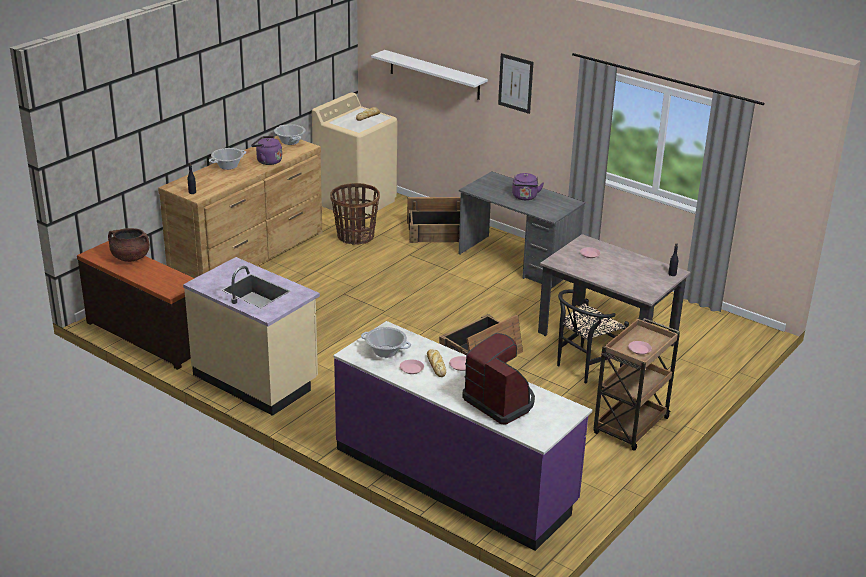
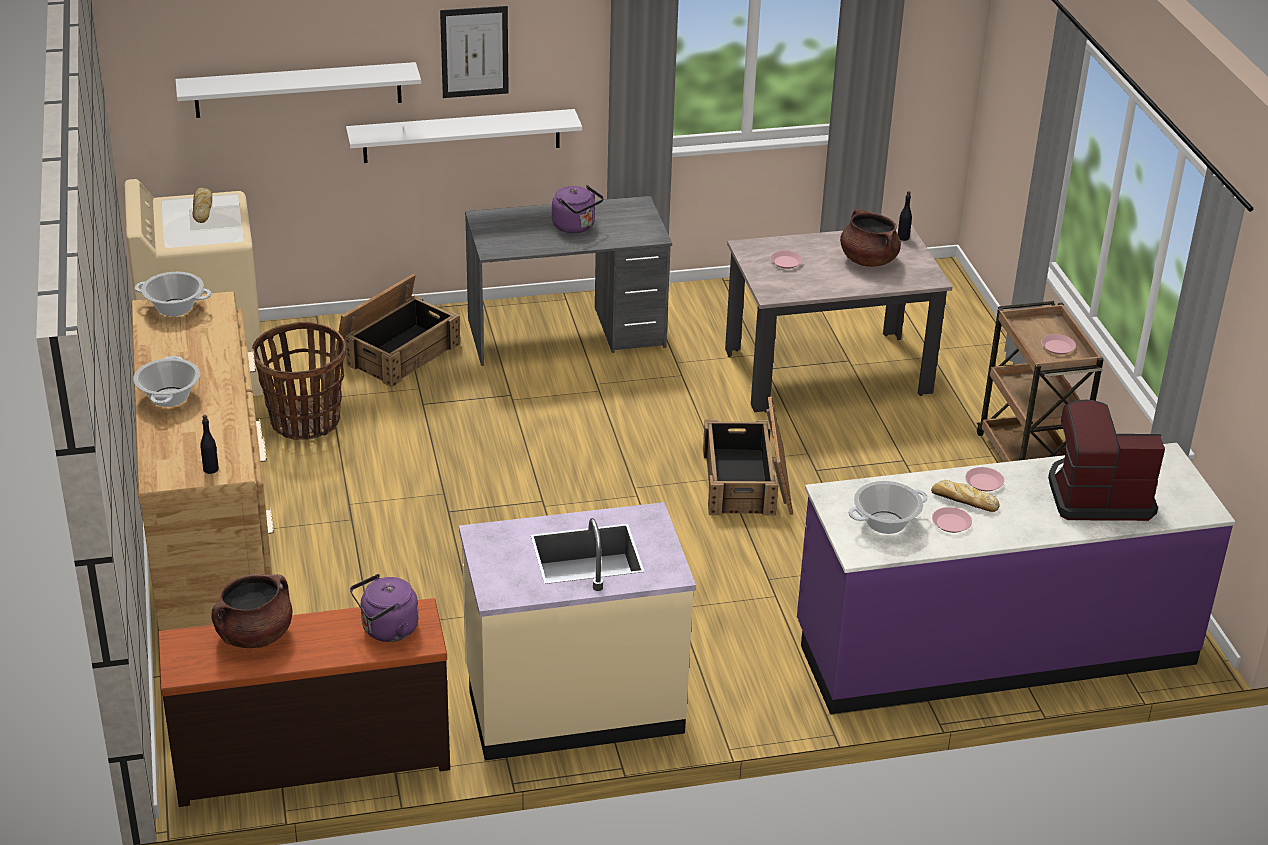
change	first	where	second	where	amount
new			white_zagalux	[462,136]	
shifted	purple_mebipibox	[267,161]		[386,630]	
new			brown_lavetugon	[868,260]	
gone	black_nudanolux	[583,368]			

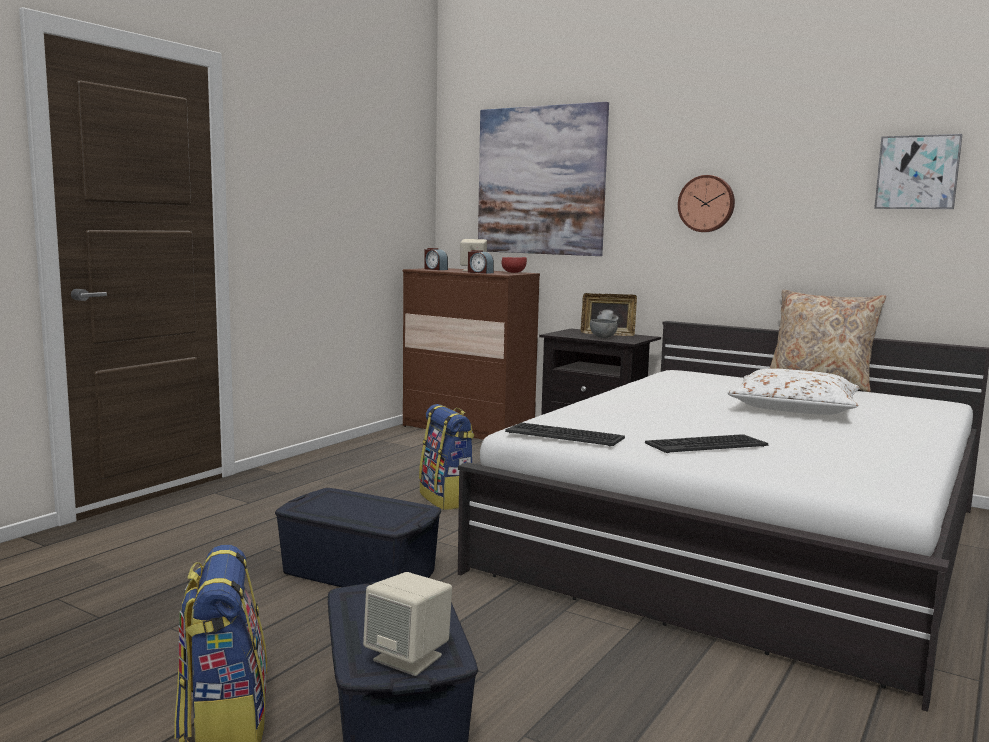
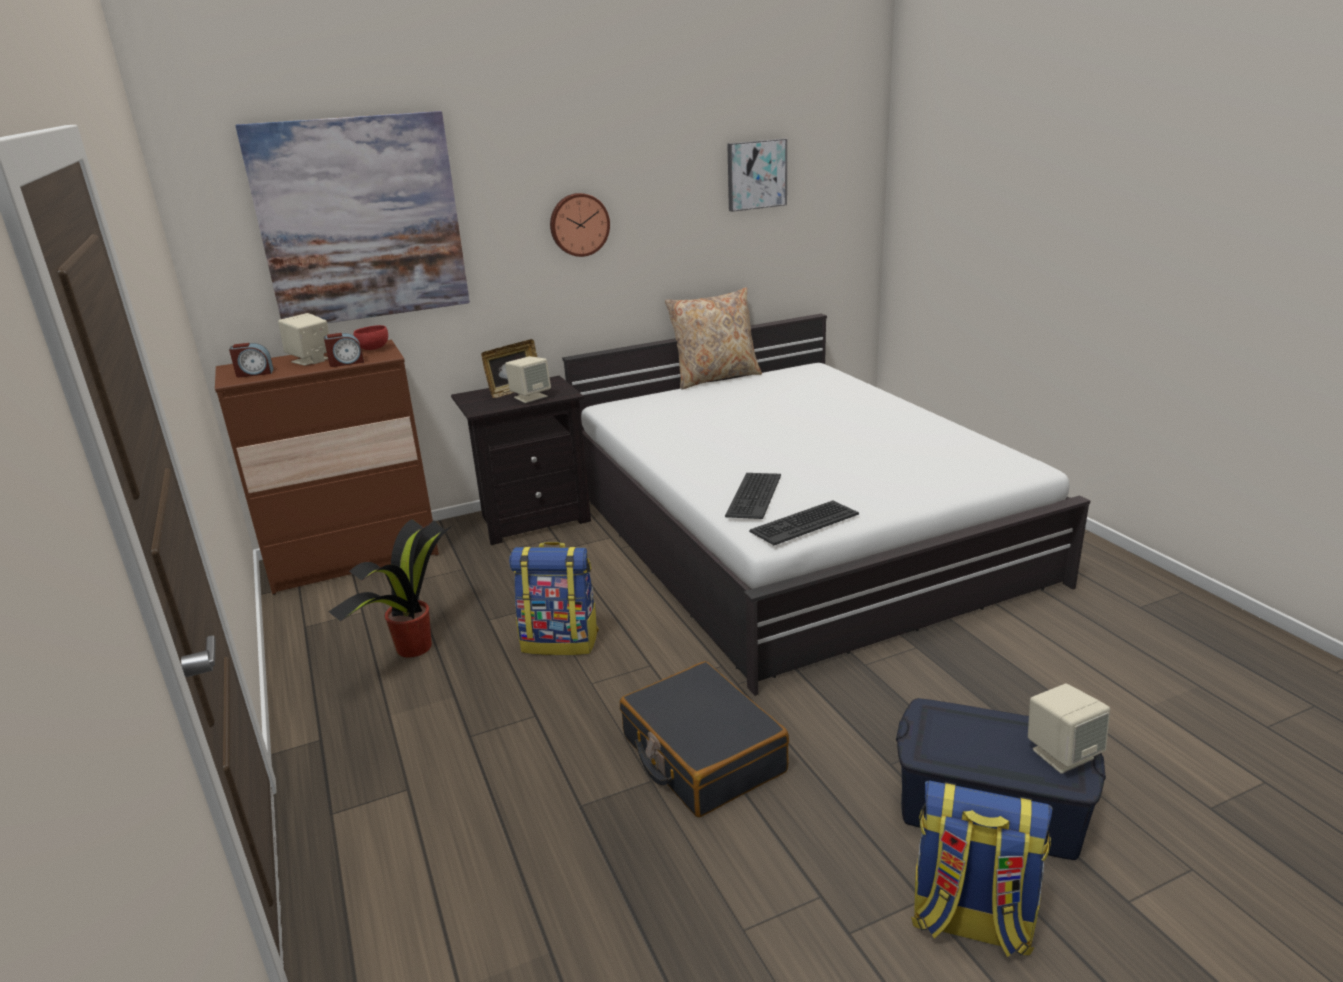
change	first	where	second	where	amount
new			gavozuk	[412,648]	
swapped	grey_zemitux	[603,337]	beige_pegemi	[530,397]	
swapped	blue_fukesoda	[359,572]	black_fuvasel	[702,754]	
shifted	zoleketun	[705,445]		[753,496]	
gone	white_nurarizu	[794,408]			

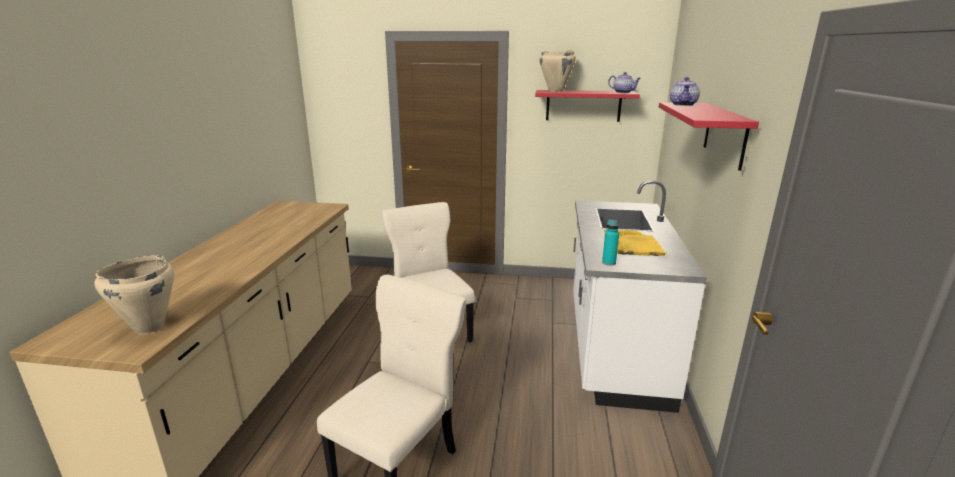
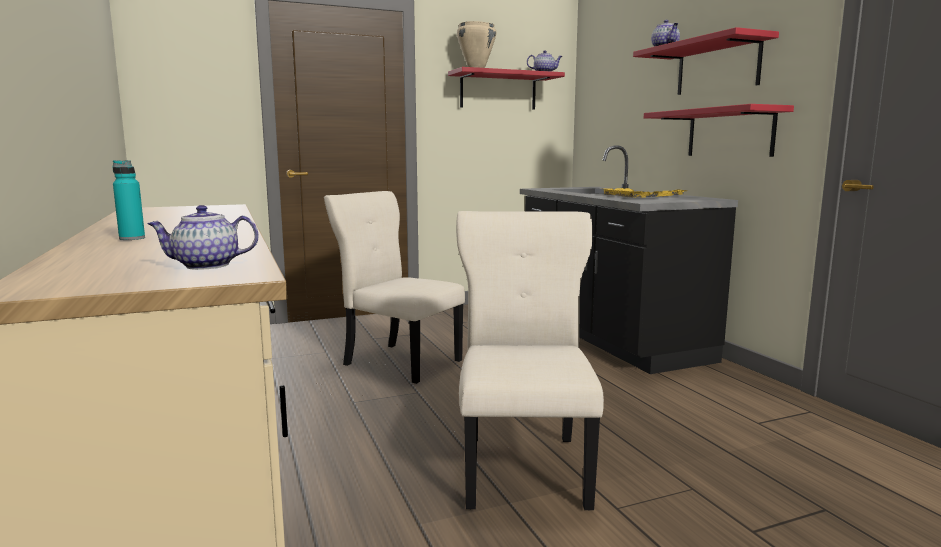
change	first	where	second	where	amount
shifted	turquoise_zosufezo	[608,263]		[132,238]	
swapped	beige_lavetugon	[148,327]	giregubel	[205,266]	
repainted	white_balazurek	[613,347]	black_balazurek	[608,336]	
new			red_zagalux	[730,133]	

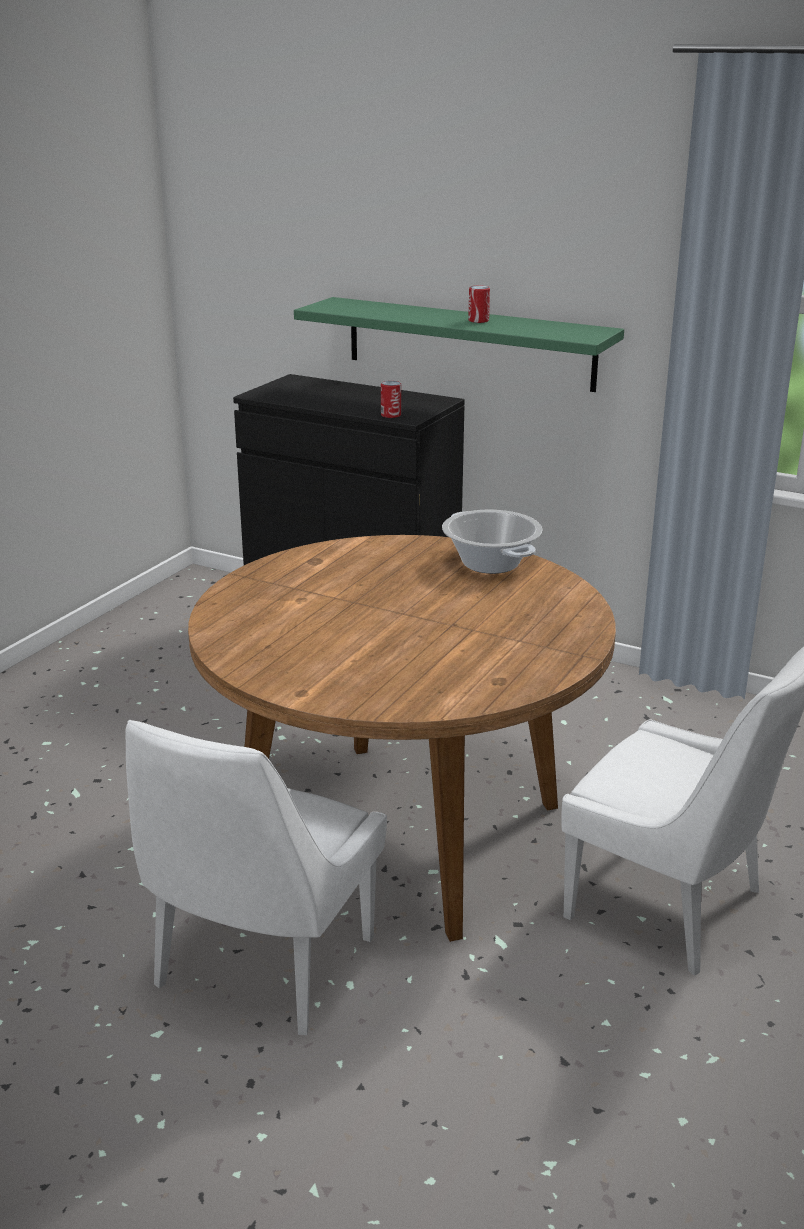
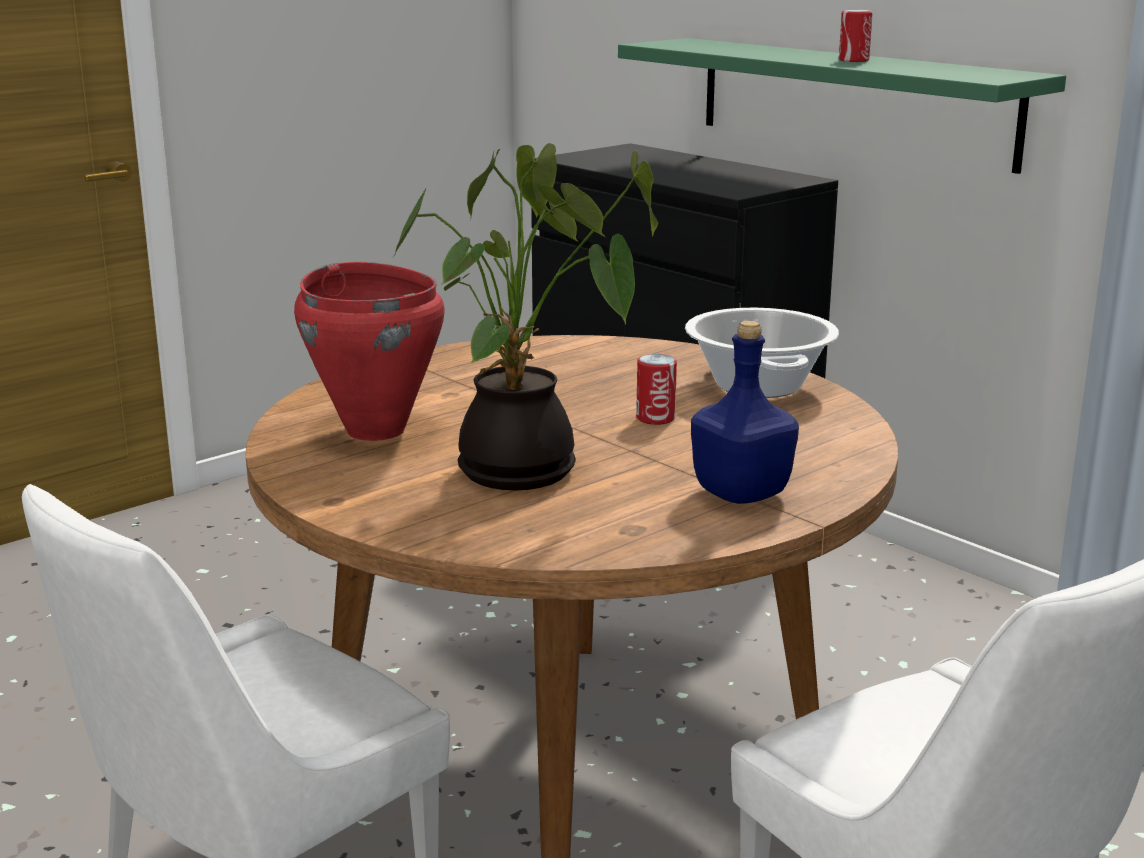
change	first	where	second	where	amount
new			red_lavetugon	[376,430]	
new			gavozuk	[526,474]	
shifted	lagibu	[391,415]		[655,418]	
new			blue_zosufezo	[740,494]	

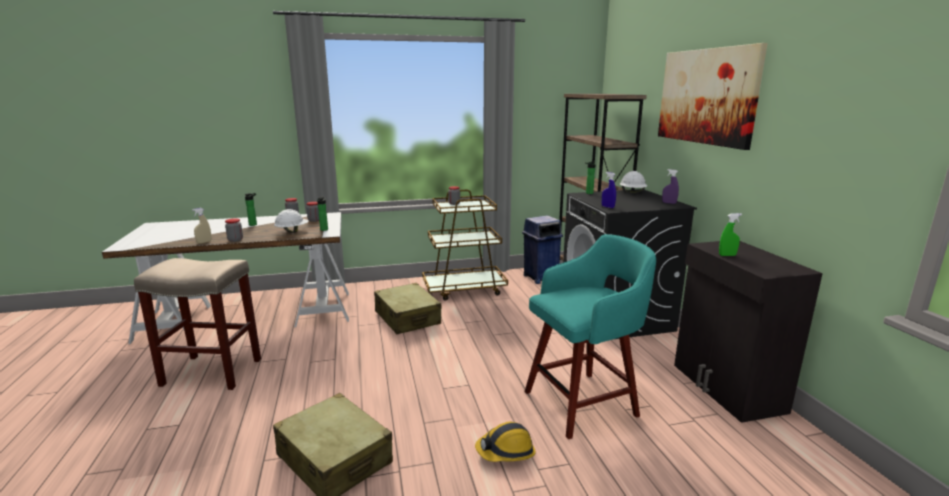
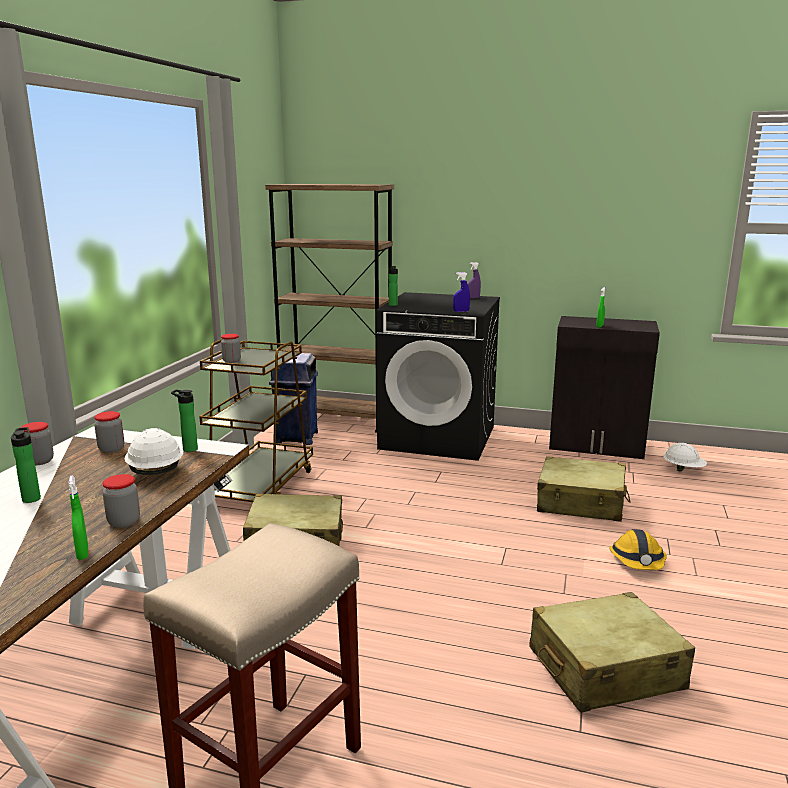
change	first	where	second	where	amount
repainted	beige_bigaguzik	[204,242]	green_bigaguzik	[82,553]	
swapped	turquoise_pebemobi	[583,403]	beige_fuvasel	[581,503]	
shifted	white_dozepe	[632,193]		[683,469]	
gone	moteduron	[706,96]			

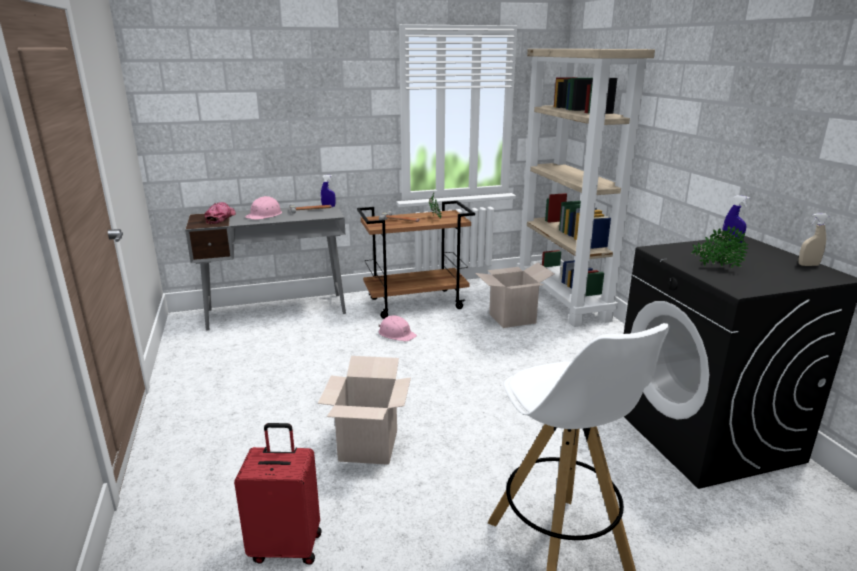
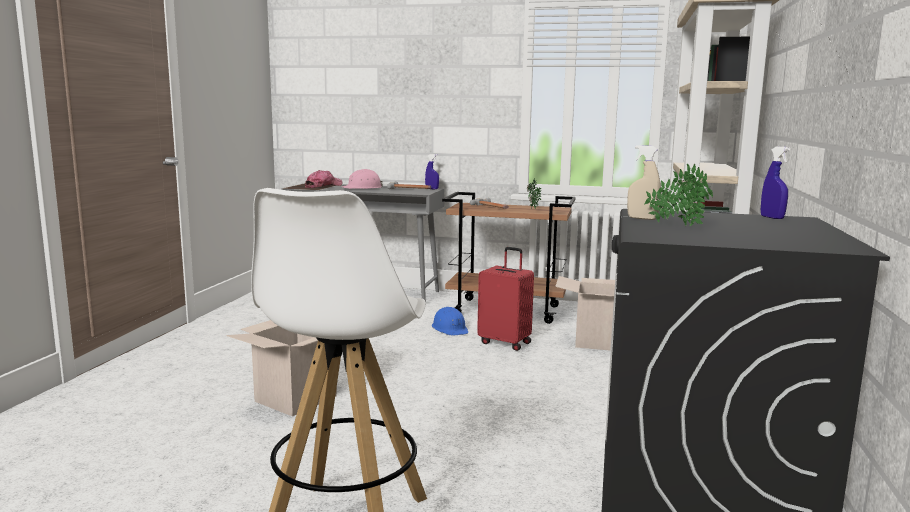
change	first	where	second	where	amount
repainted	pink_dozepe	[396,334]	blue_dozepe	[450,329]	
shifted	red_fuvasel	[287,546]		[505,342]	
shifted	beige_bigaguzik	[808,265]		[642,218]	

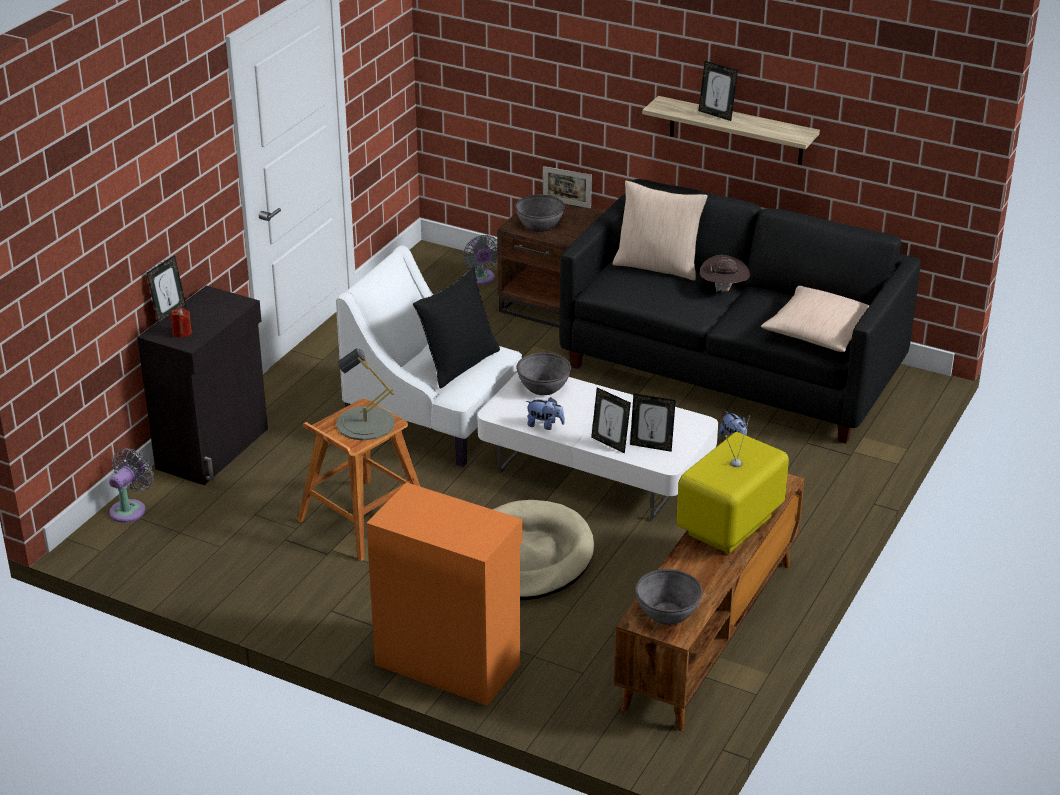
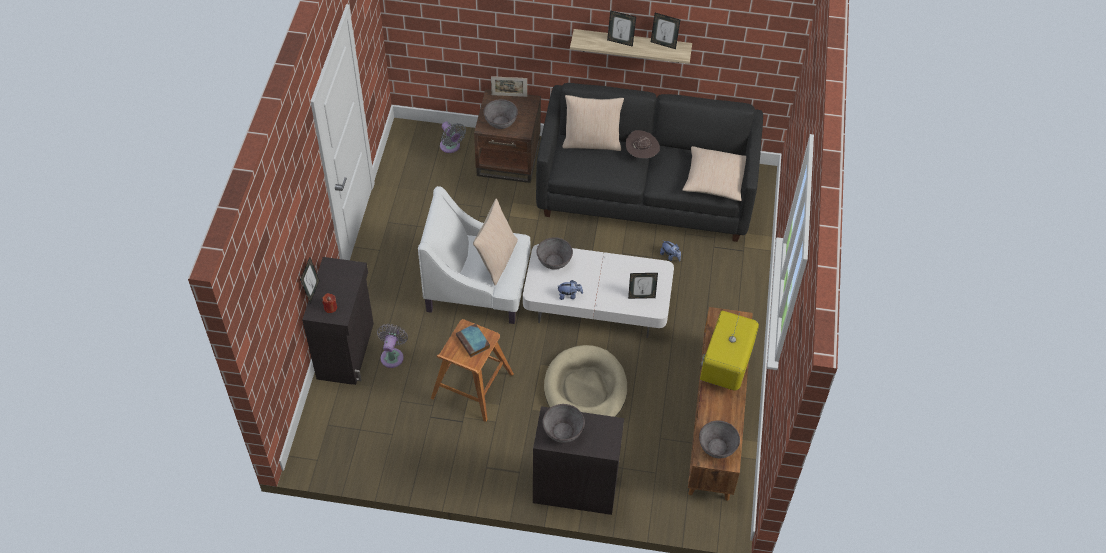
change	first	where	second	where	amount
shifted	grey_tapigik	[130,509]		[392,355]	
swapped	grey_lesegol	[365,423]	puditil	[473,342]	
repainted	black_nurarizu	[458,364]	beige_nurarizu	[496,259]	
repainted	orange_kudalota	[448,662]	black_kudalota	[574,488]	
new			grey_zemitux	[563,431]	
shifted	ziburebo	[610,443]		[663,44]	

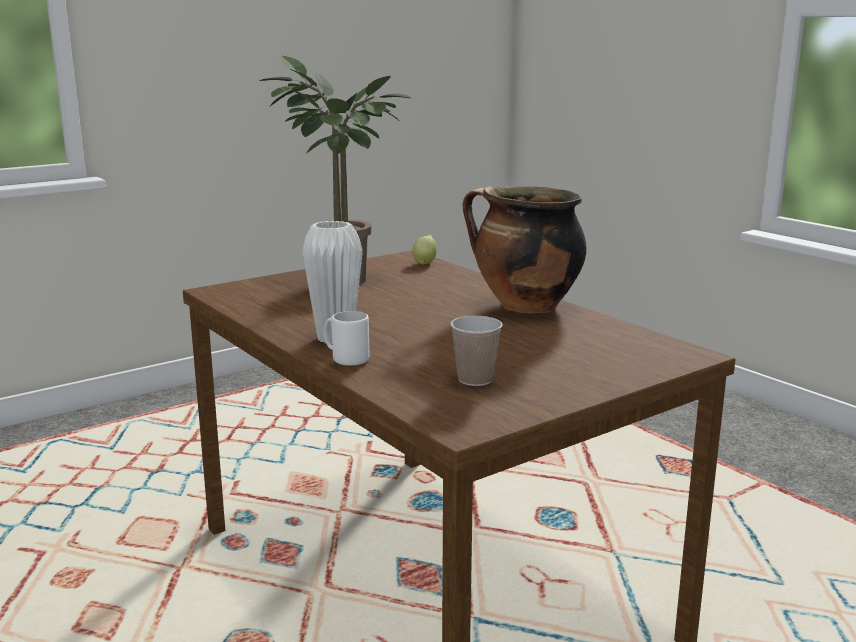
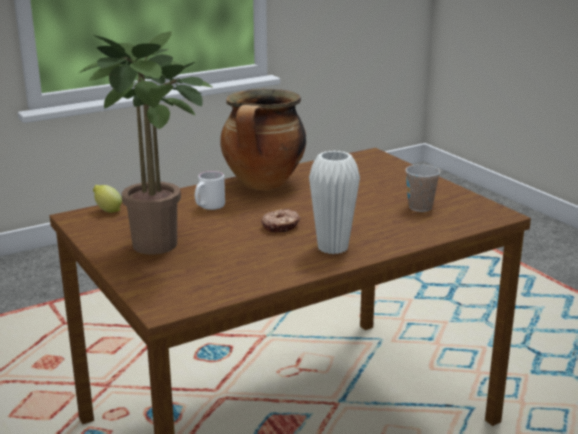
change	first	where	second	where	amount
shifted	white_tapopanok	[345,359]		[209,207]	
new			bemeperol	[281,227]	

